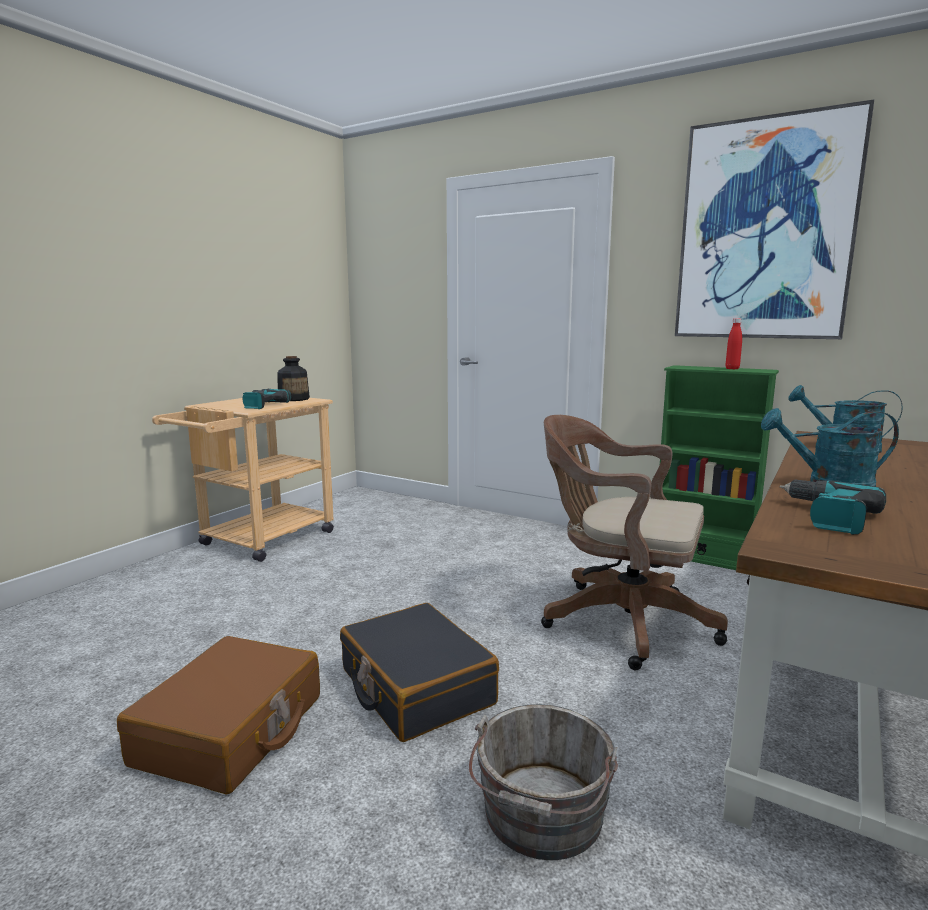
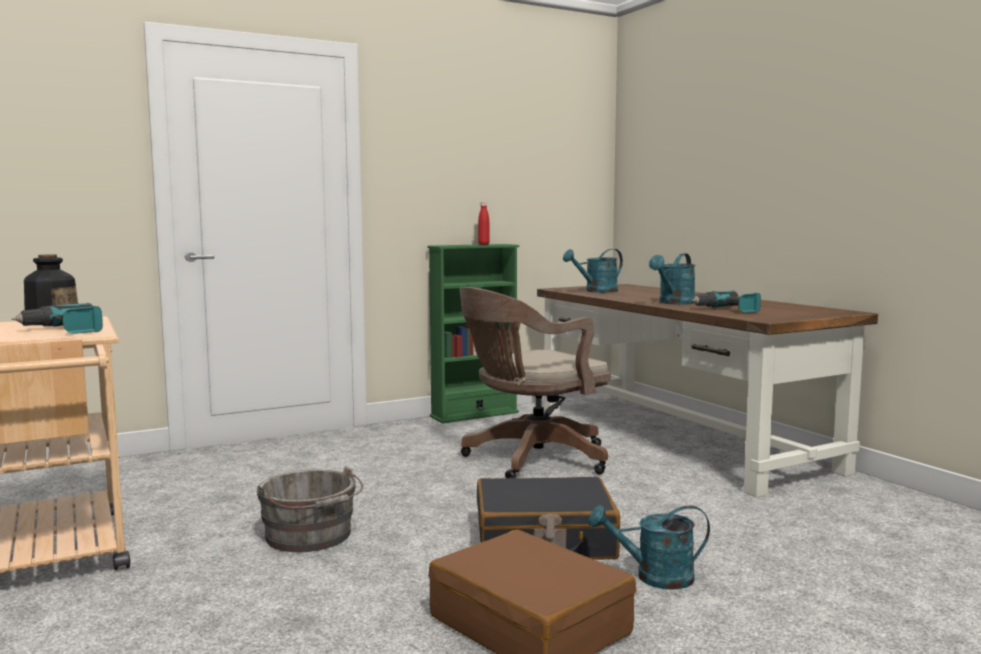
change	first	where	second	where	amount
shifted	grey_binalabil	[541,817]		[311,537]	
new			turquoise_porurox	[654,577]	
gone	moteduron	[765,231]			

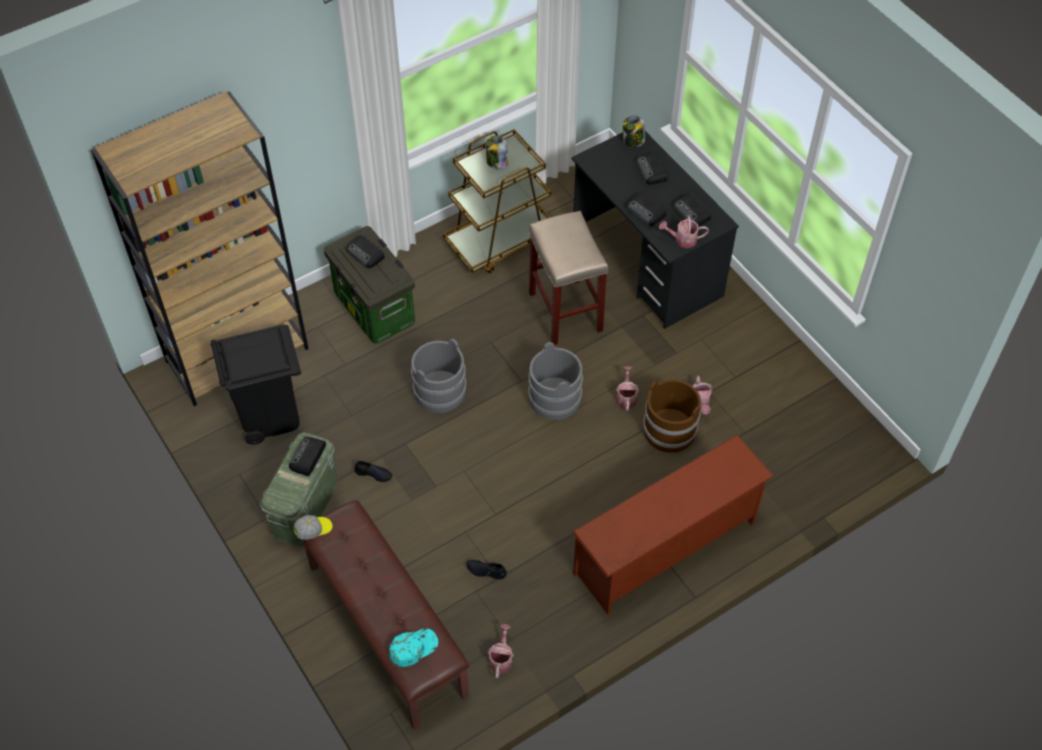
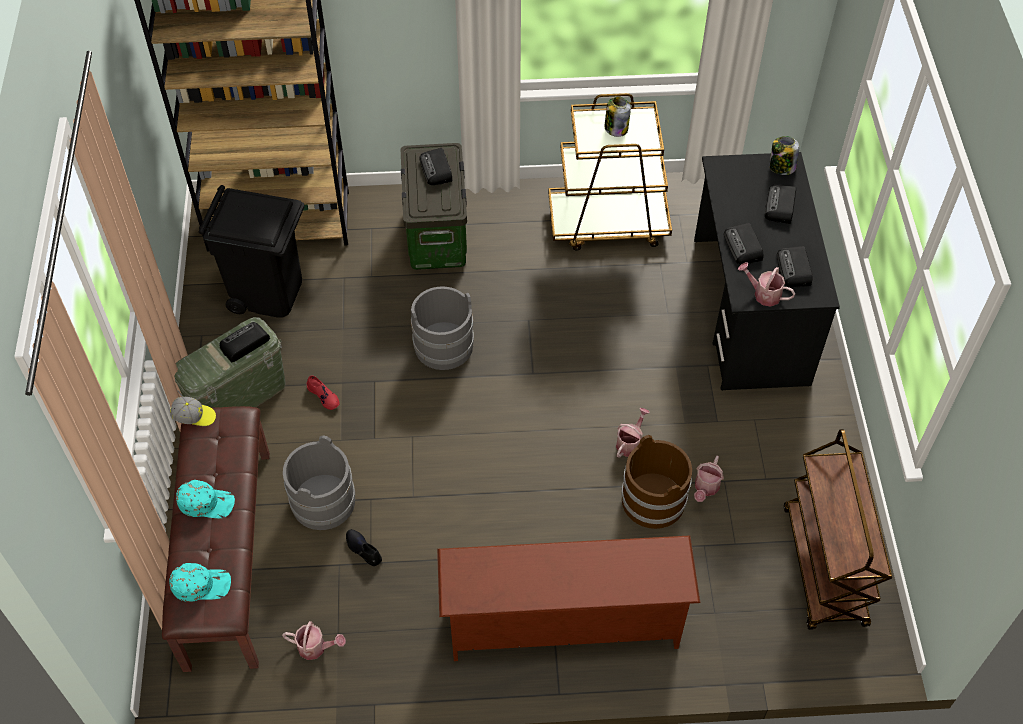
change	first	where	second	where	amount
new			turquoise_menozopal	[206,502]	
rotated	porurox	[501,658]		[316,647]	60 degrees clockwise
shifted	grey_binalabil	[554,398]		[323,501]	
repainted	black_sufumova	[374,473]	red_sufumova	[324,396]	
new			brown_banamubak	[824,567]	
gone	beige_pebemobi	[564,311]			

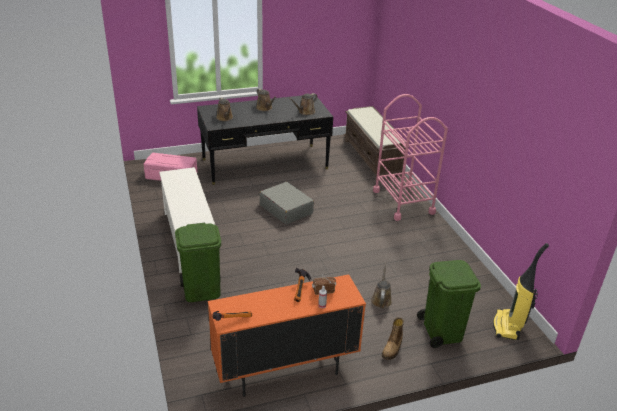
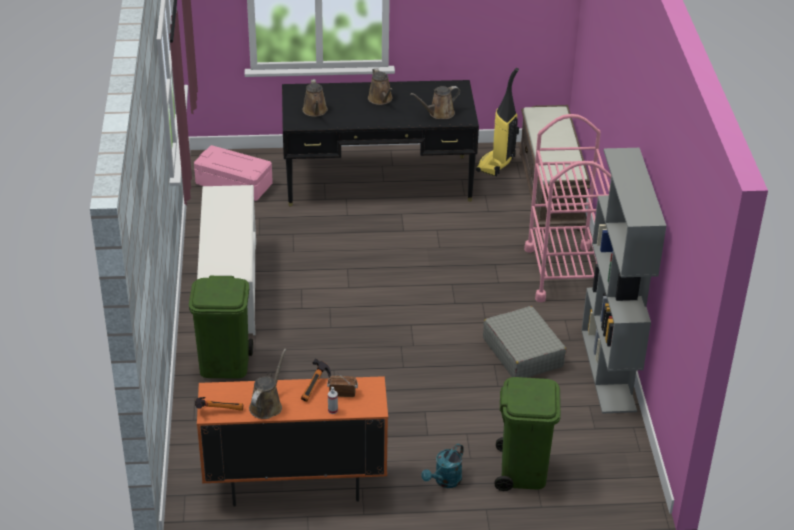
change	first	where	second	where	amount
shifted	brown_porurox	[381,299]		[267,405]	
swapped	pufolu	[392,348]	turquoise_porurox	[445,481]	
shifted	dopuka	[508,326]		[496,165]	
shifted	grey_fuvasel	[286,209]		[523,352]	
new			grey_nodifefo	[609,370]	

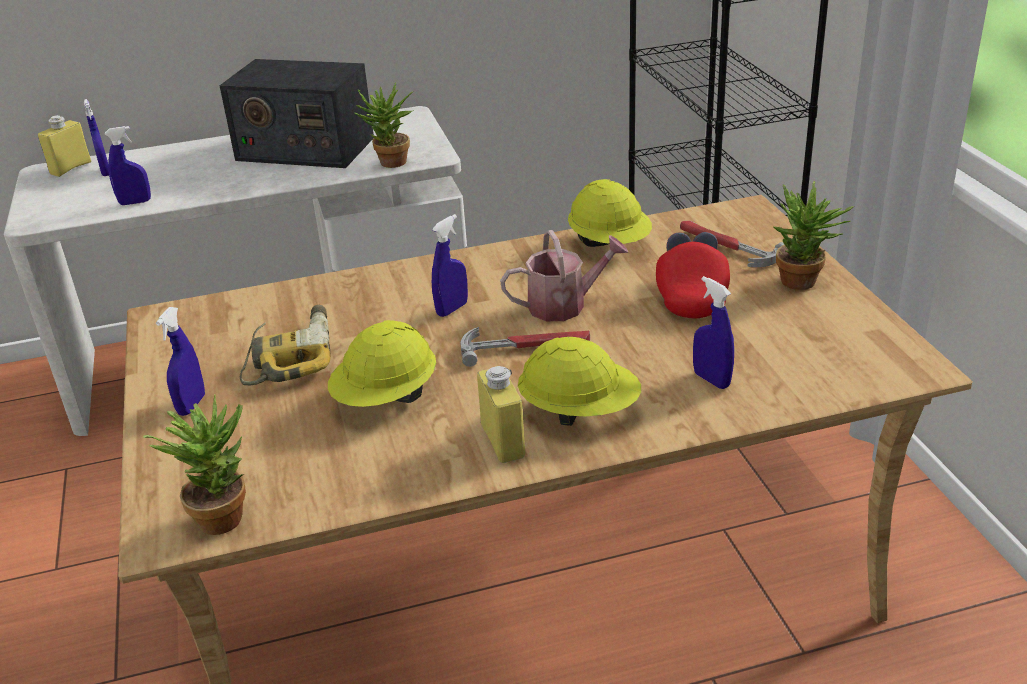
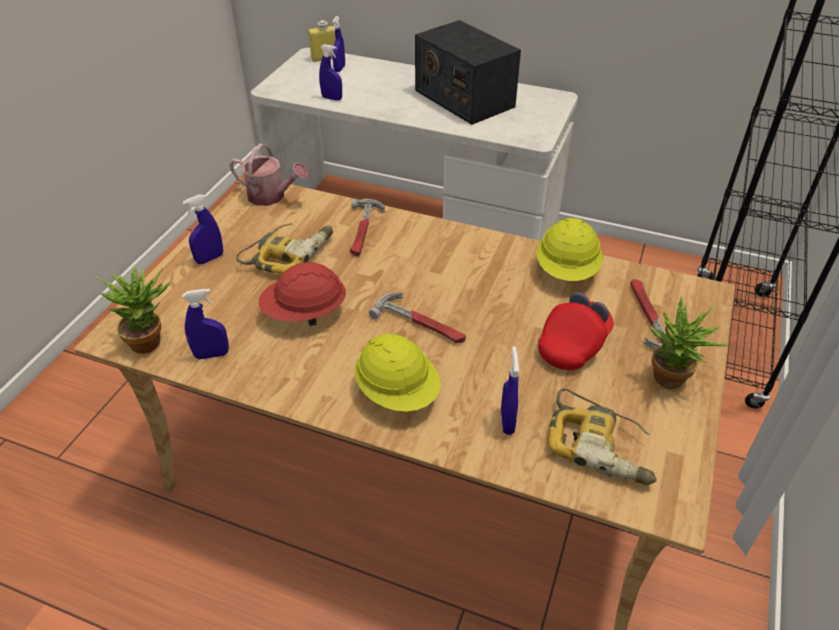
change	first	where	second	where	amount
shifted	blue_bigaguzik	[452,309]		[212,355]	
shifted	porurox	[564,305]		[271,196]	
repainted	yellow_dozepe	[386,398]	red_dozepe	[305,313]	
new			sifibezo	[363,230]	
new			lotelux	[601,445]	
gone	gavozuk	[390,164]			
gone	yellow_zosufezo	[503,441]			

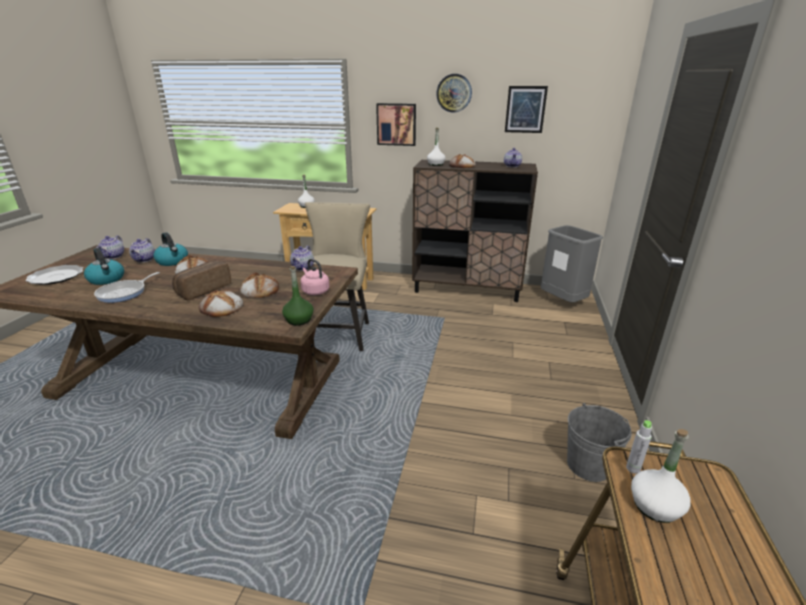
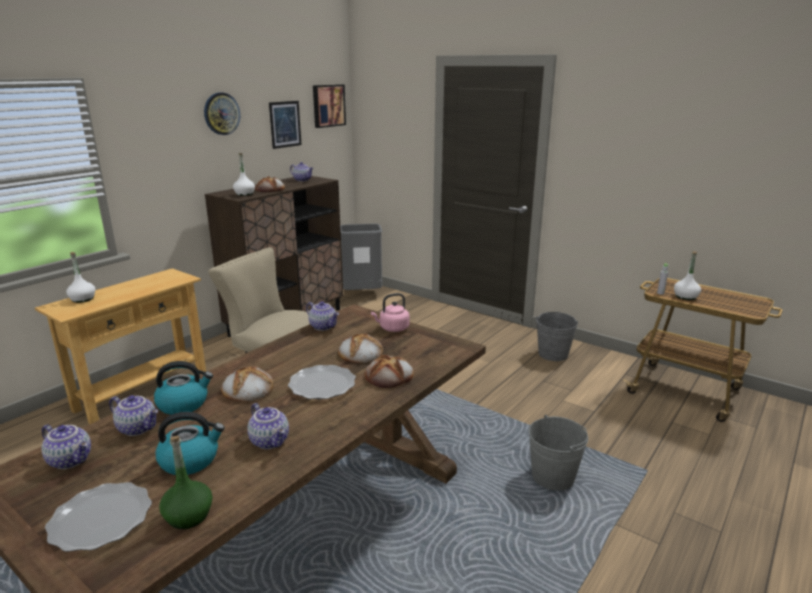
change	first	where	second	where	amount
shifted	green_zosufezo	[299,320]		[188,516]	
swapped	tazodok	[124,293]	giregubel	[271,441]	
swapped	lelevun	[203,289]	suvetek	[322,385]	
shifted	moteduron	[396,124]		[328,105]	
new			grey_binalabil	[553,477]	

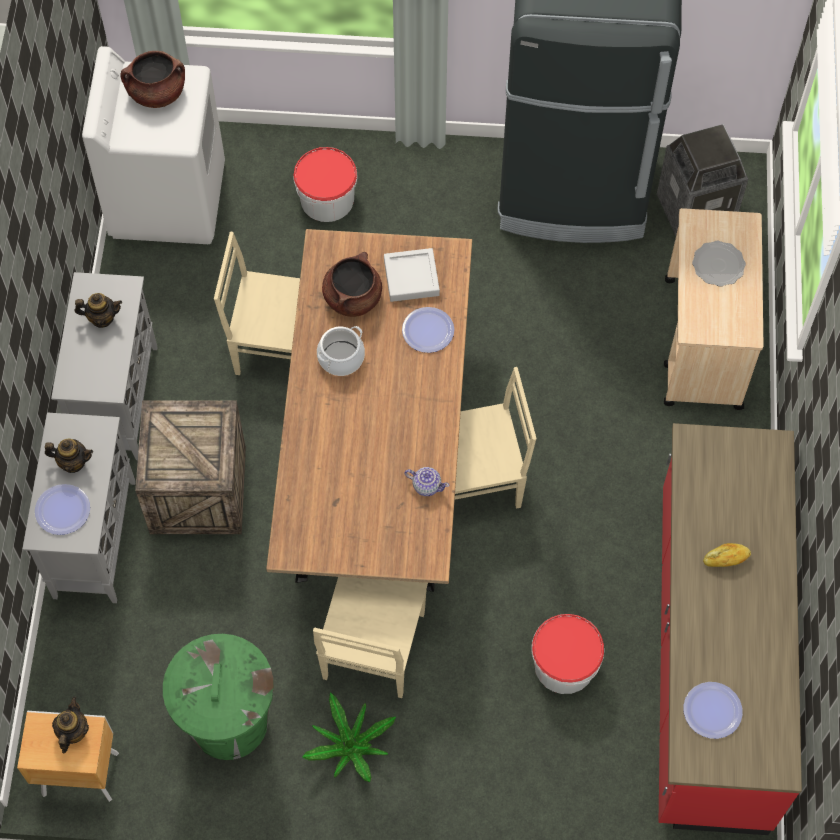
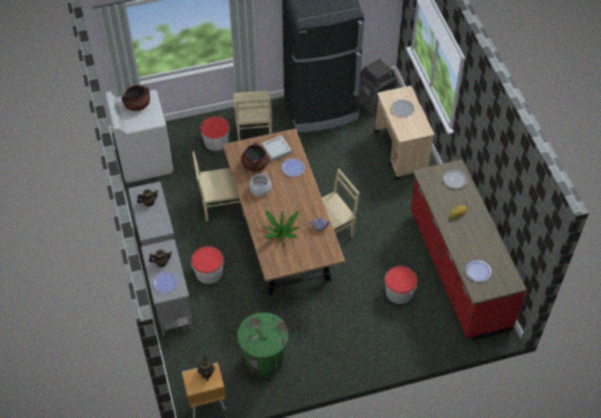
change	first	where	second	where	amount
swapped	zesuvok	[196,489]	binalabil	[209,272]	
shifted	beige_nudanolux	[372,648]		[253,129]	
shifted	gavozuk	[350,747]		[281,233]	
new			suvetek	[455,180]	

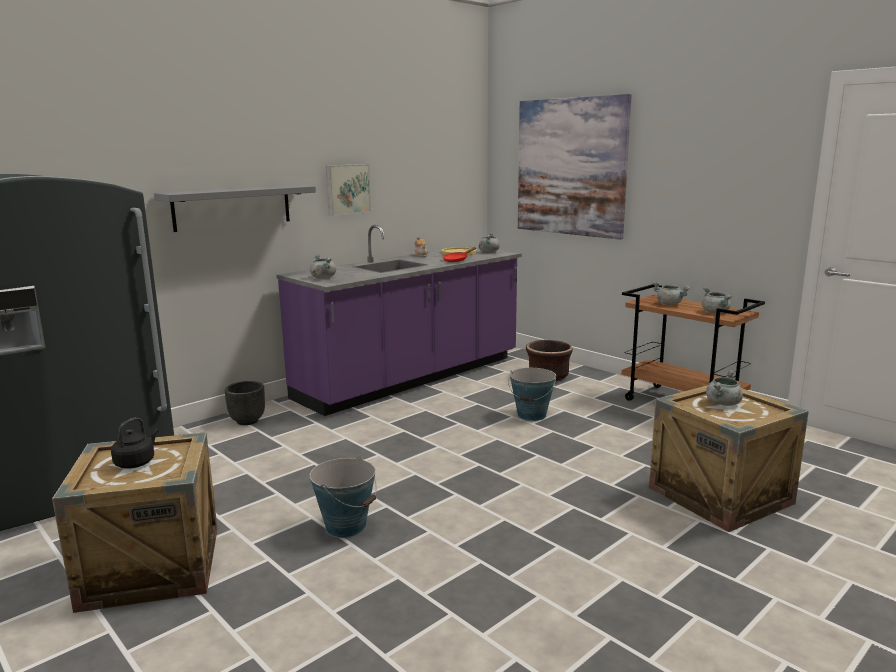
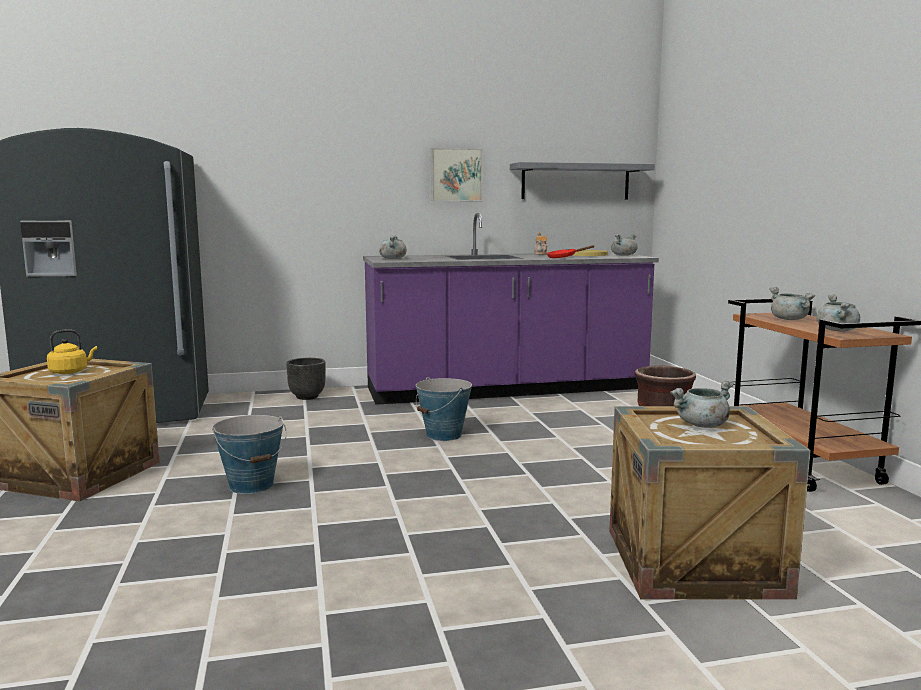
change	first	where	second	where	amount
repainted	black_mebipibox	[136,462]	yellow_mebipibox	[70,372]	
shifted	binalabil	[532,415]		[444,435]	
shifted	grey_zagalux	[232,207]		[575,182]	
gone	moteduron	[571,167]			

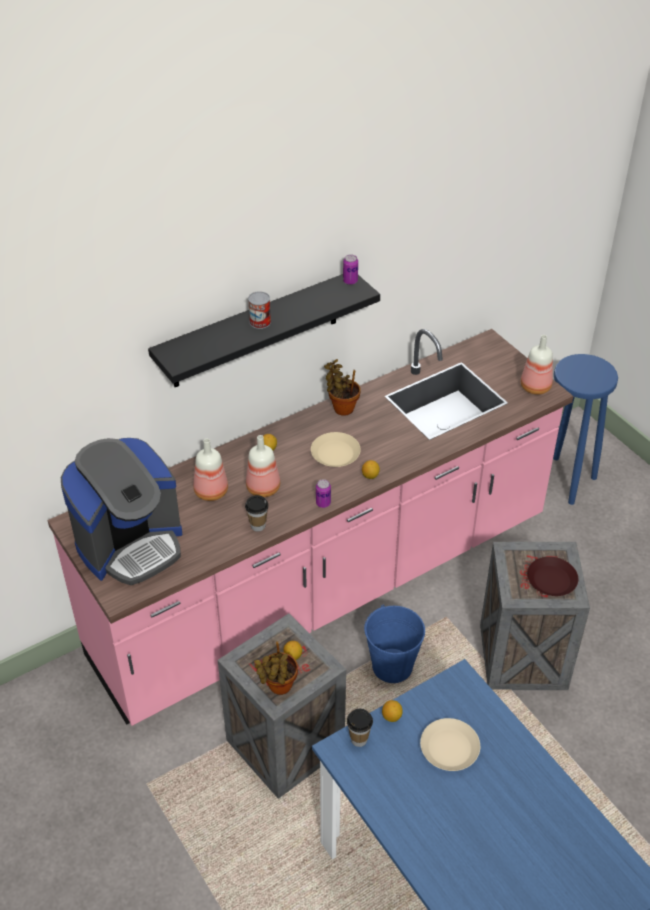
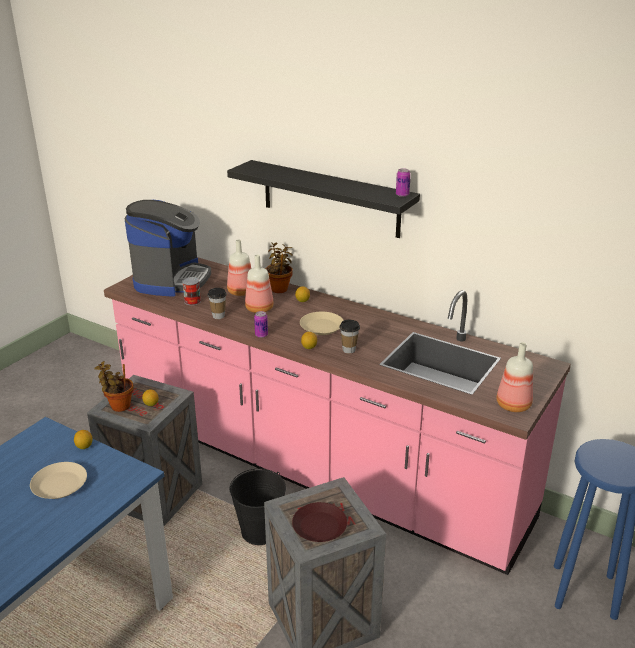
change	first	where	second	where	amount
rotated	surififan	[131,544]		[171,279]	105 degrees counterclockwise
shifted	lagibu	[260,322]		[192,301]	
repainted	blue_binalabil	[392,666]	black_binalabil	[260,532]	
shifted	gavozuk	[341,408]		[279,288]	
shifted	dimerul	[359,739]		[349,350]	

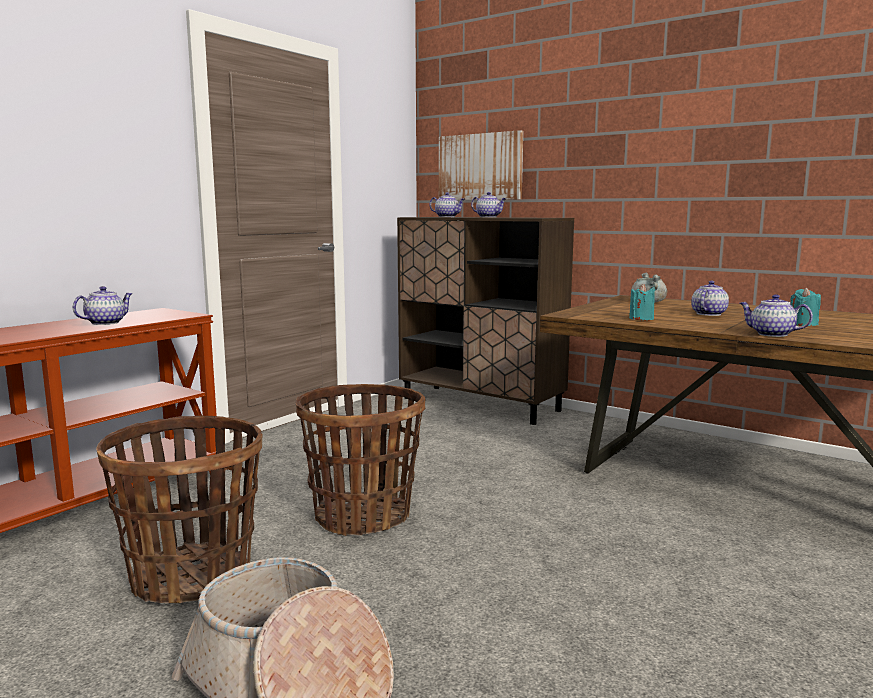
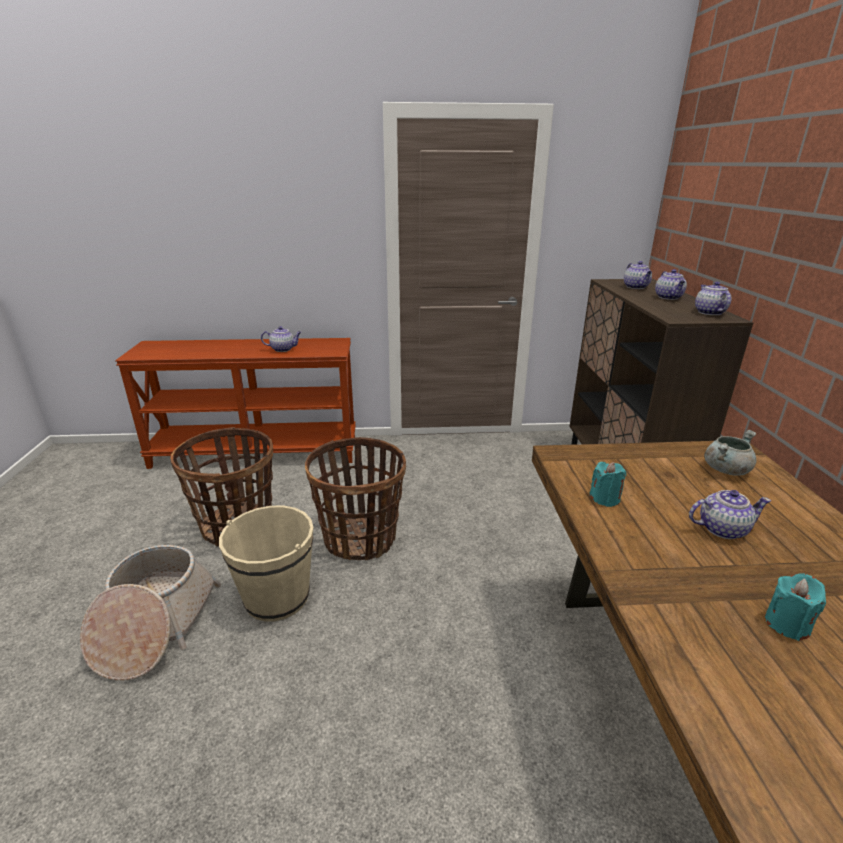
change	first	where	second	where	amount
new			beige_binalabil	[277,597]	
shifted	giregubel	[771,334]		[709,312]	
gone	moteduron	[480,167]			

